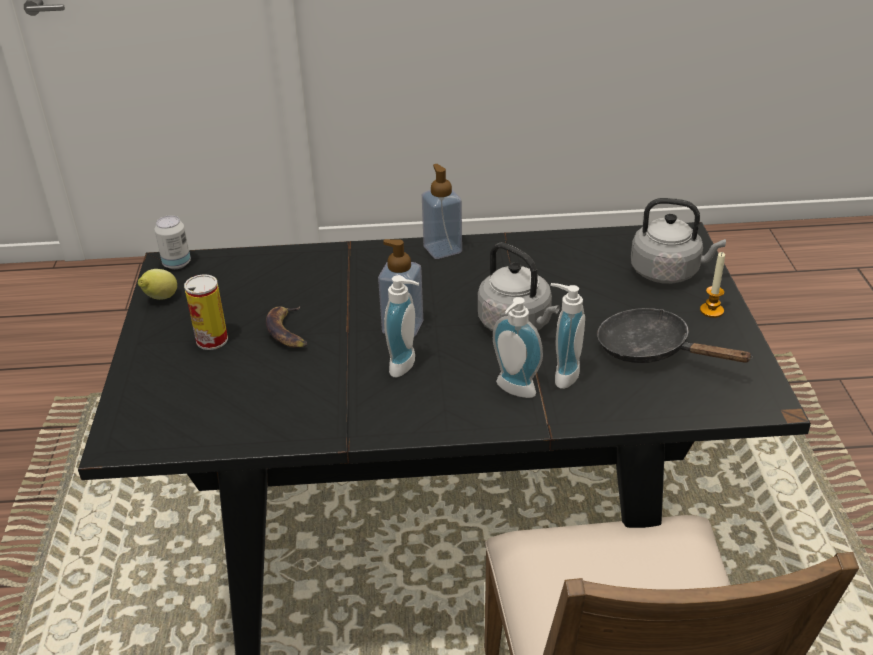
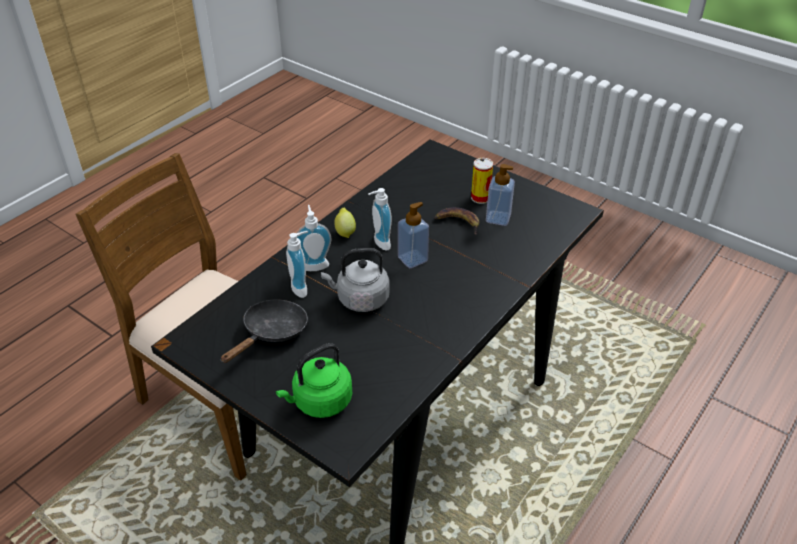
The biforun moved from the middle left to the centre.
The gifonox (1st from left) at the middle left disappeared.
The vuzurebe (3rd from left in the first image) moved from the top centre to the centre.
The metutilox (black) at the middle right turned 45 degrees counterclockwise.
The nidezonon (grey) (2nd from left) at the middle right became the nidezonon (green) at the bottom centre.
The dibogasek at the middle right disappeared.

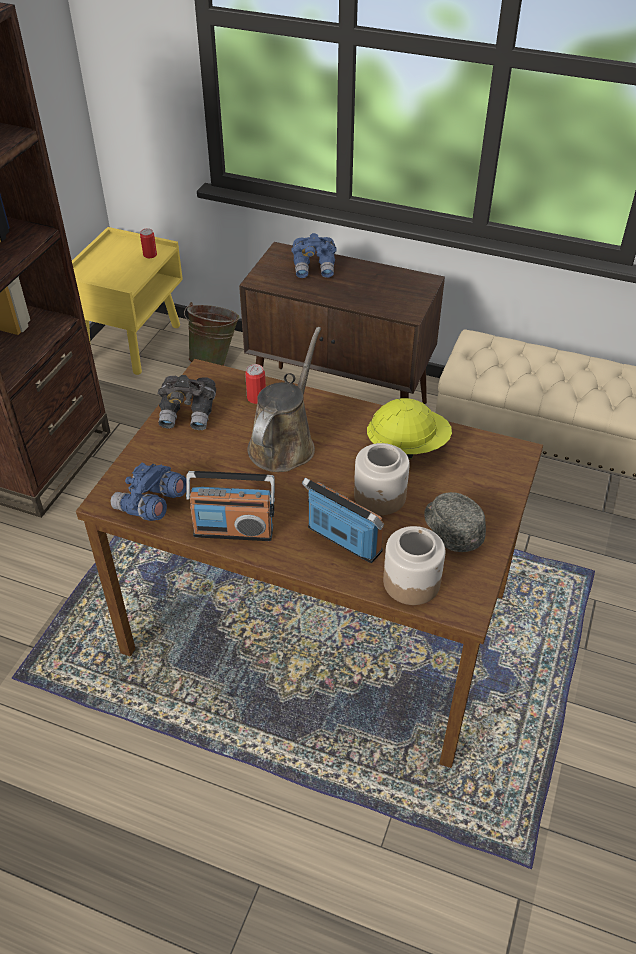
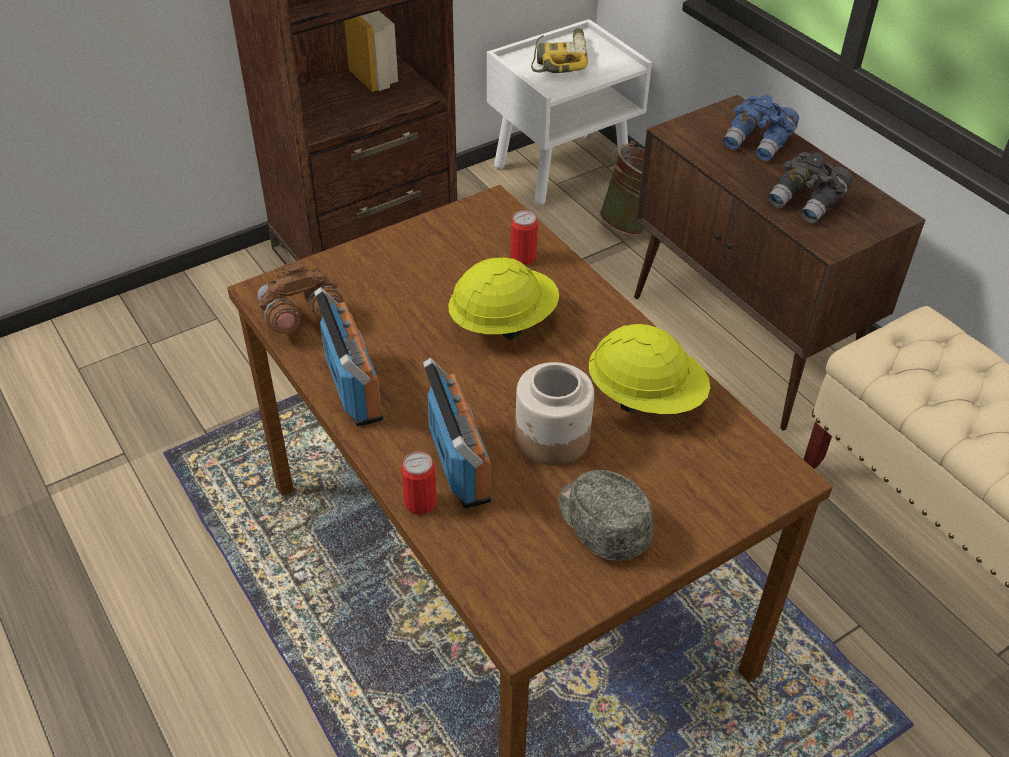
The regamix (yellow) at the top left became the regamix (white) at the top centre.
The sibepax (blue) (1st from left) at the middle left became the sibepax (brown) at the middle left.
The gifonox (1st from left) moved from the top left to the centre.
The sibepax (grey) moved from the middle left to the top right.
The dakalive (1st from left) at the centre turned 150 degrees counterclockwise.
The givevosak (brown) at the centre was replaced by the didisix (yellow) (1st from left) at the centre.
The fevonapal (2nd from left) at the centre disappeared.
The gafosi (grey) at the middle right turned 45 degrees counterclockwise.
The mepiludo at the top centre appeared.

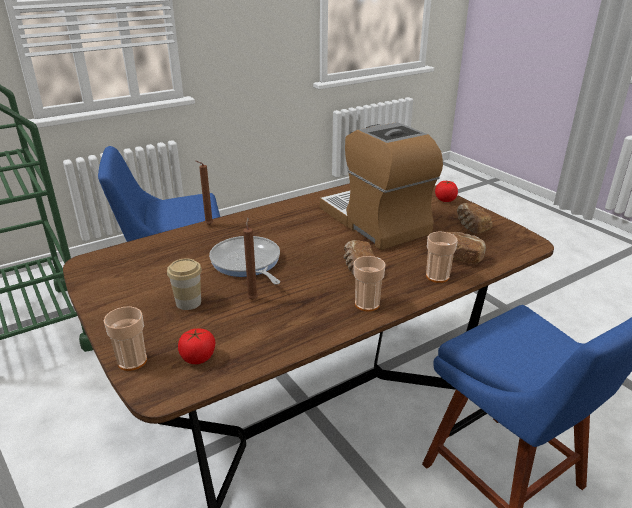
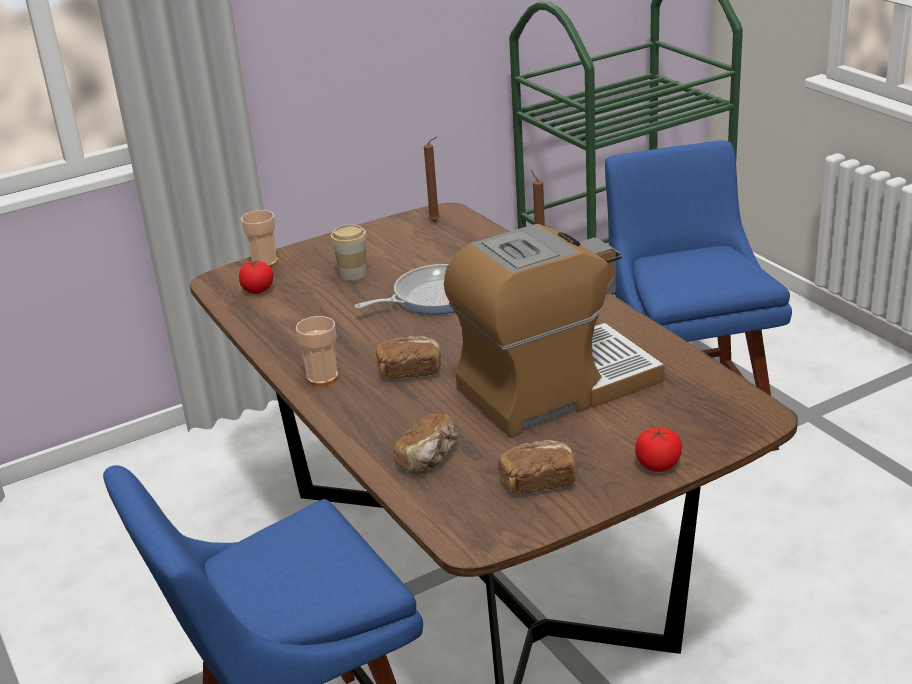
The dibogasek (brown) (2nd from left in the first image) moved from the centre to the top centre.
The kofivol (4th from left) at the middle right disappeared.

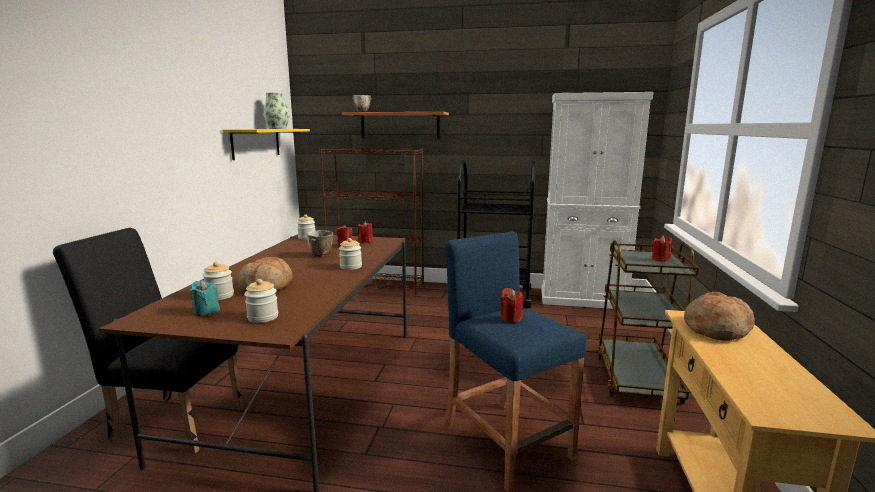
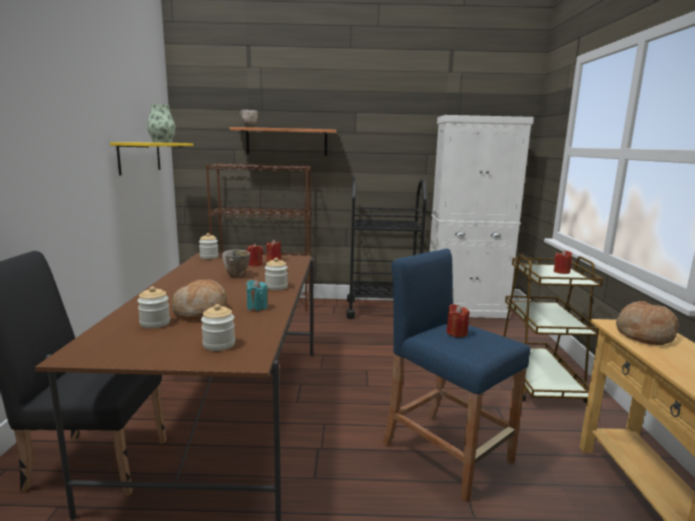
The dibogasek (turquoise) moved from the middle left to the centre.

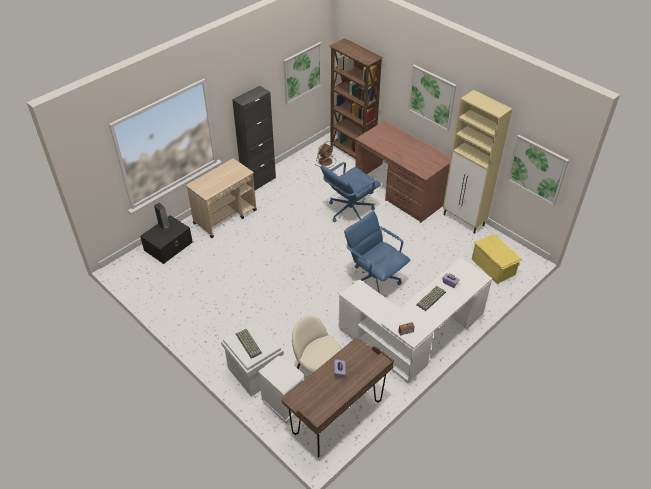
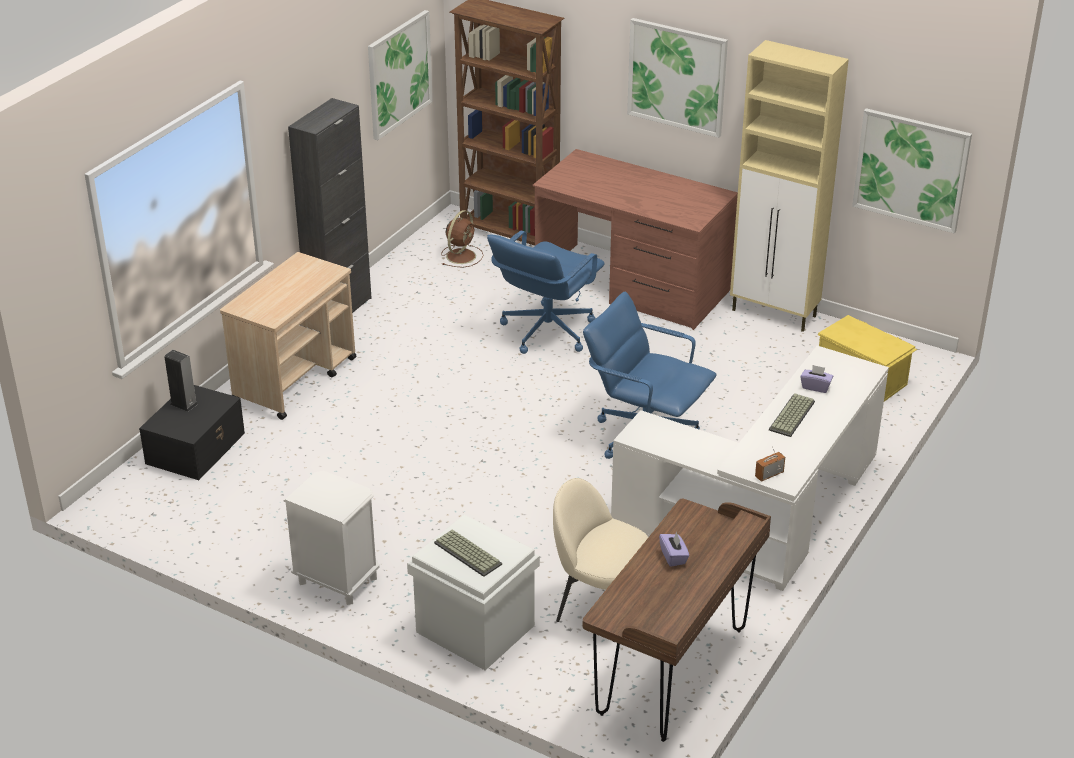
The regamix (white) moved from the bottom centre to the bottom left.

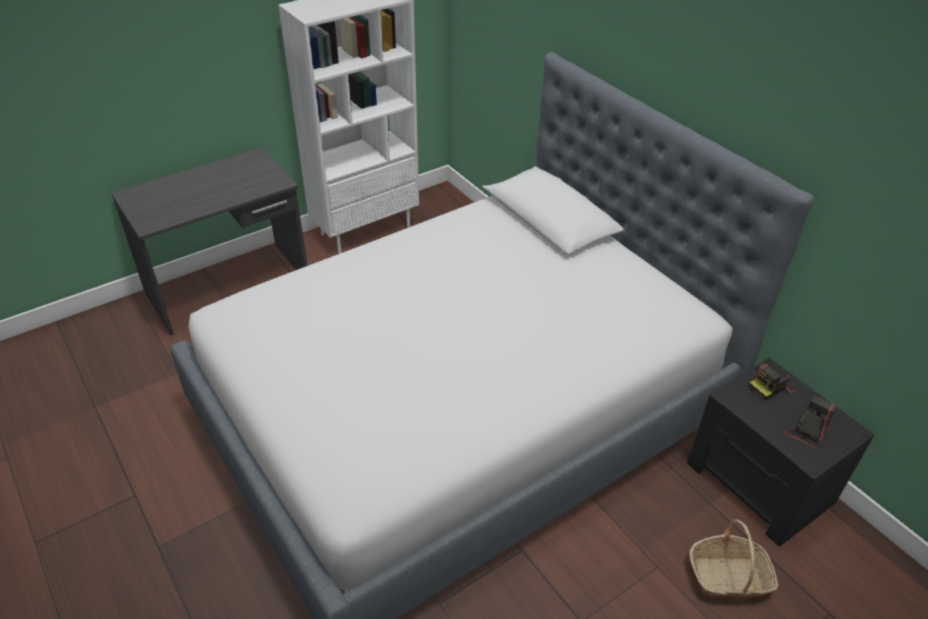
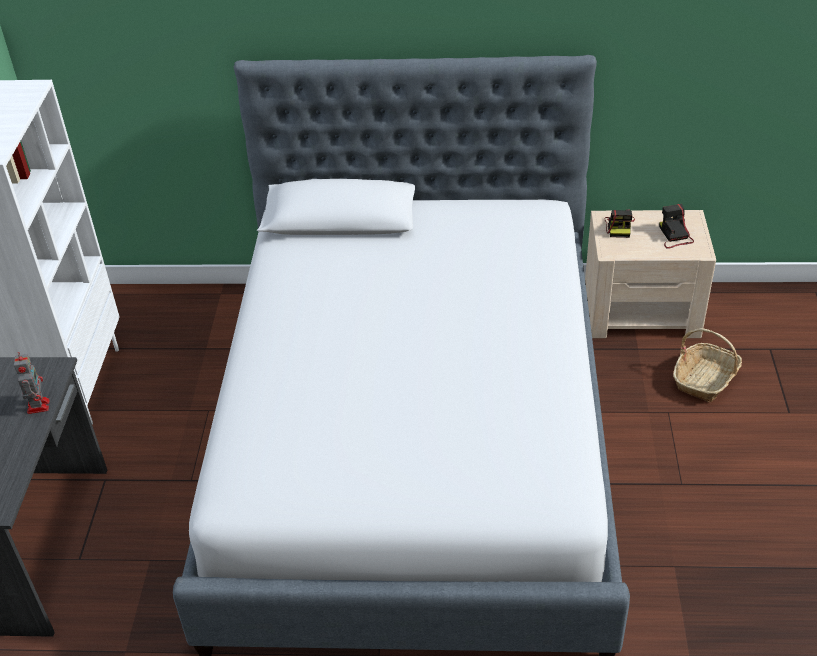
The regamix (black) at the bottom right became the regamix (beige) at the middle right.
The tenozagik at the middle left appeared.

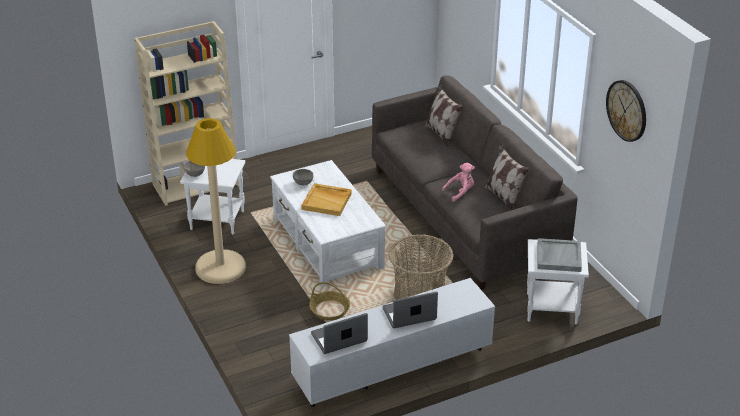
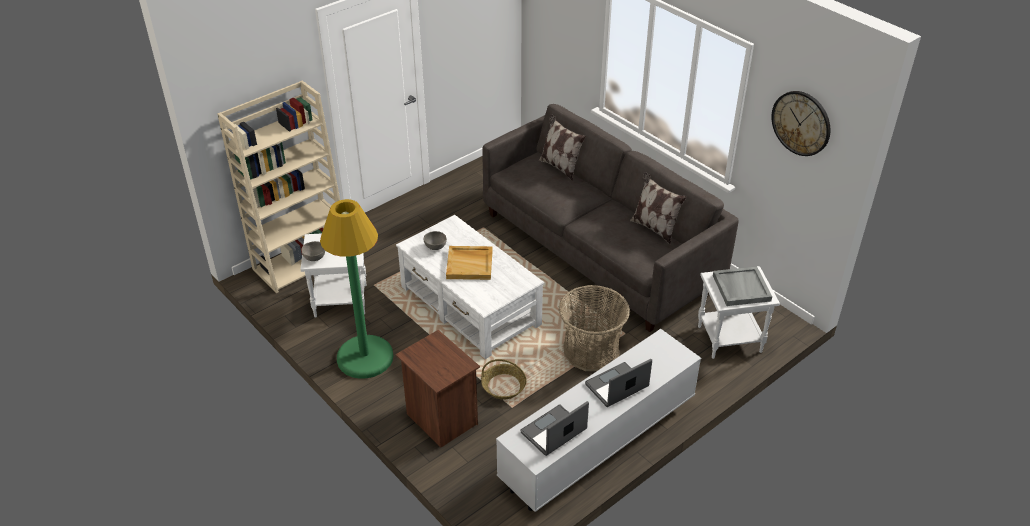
The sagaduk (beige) at the middle left became the sagaduk (green) at the centre.
The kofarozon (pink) at the centre disappeared.
The regamix (brown) at the bottom centre appeared.

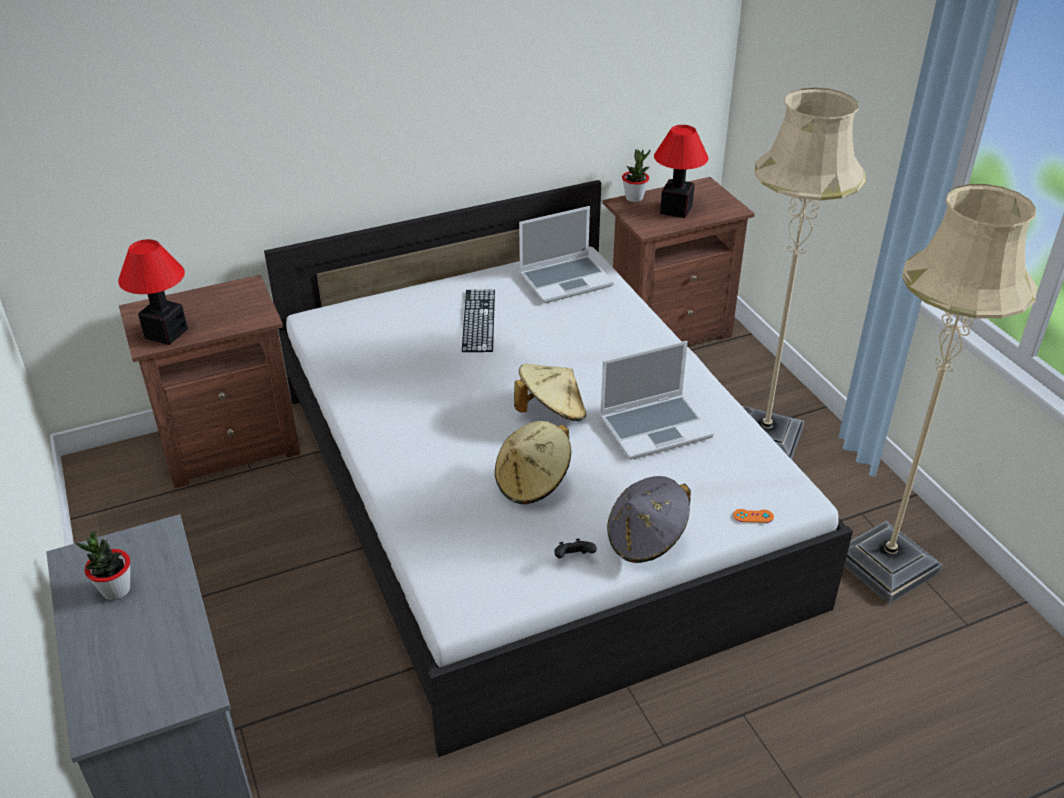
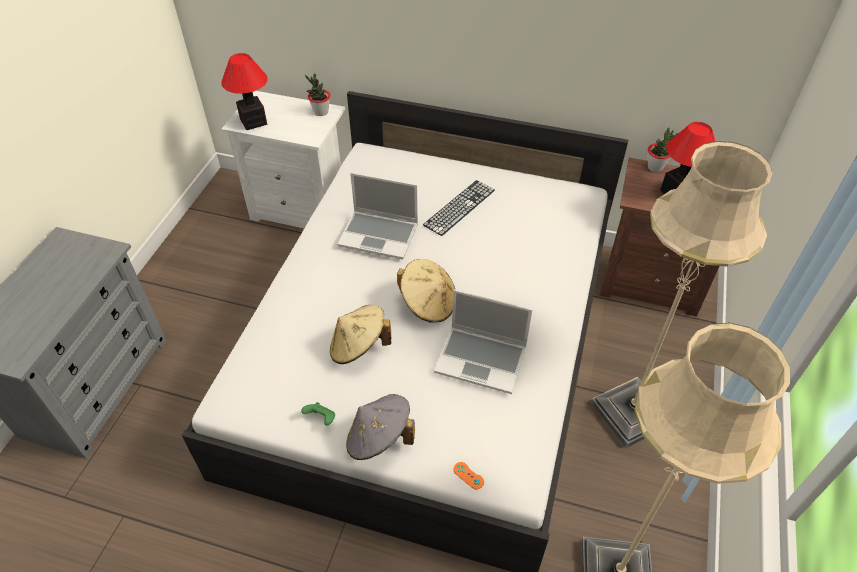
The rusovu (1st from left) moved from the bottom left to the top centre.
The regamix (brown) (1st from left) at the middle left became the regamix (white) at the top left.
The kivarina (1st from left) moved from the top centre to the centre.
The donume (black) at the bottom centre became the donume (green) at the bottom centre.

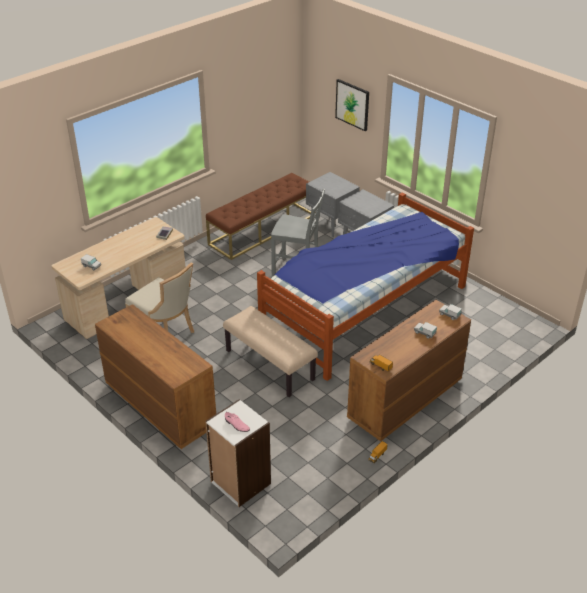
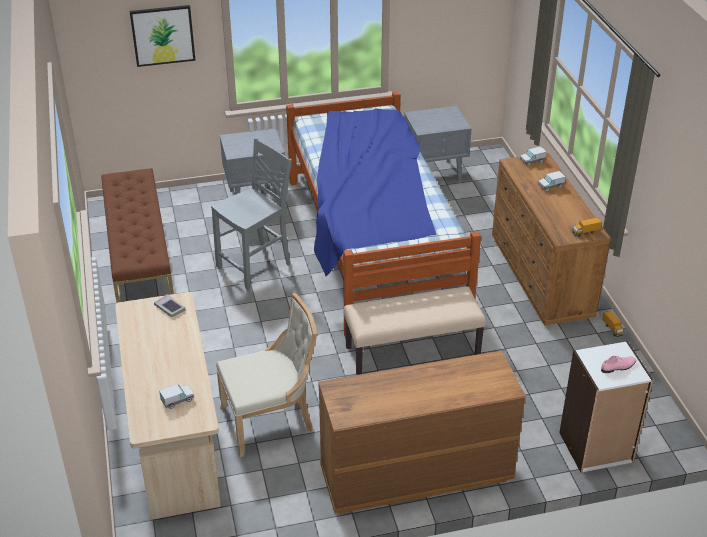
The regamix (grey) (1st from left in the first image) moved from the centre to the top centre.

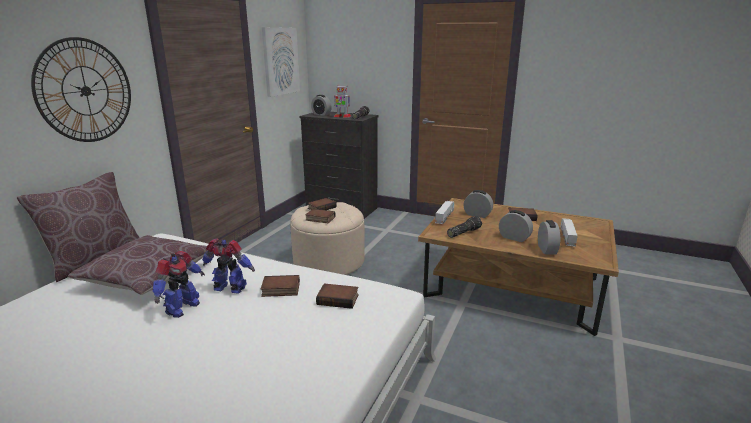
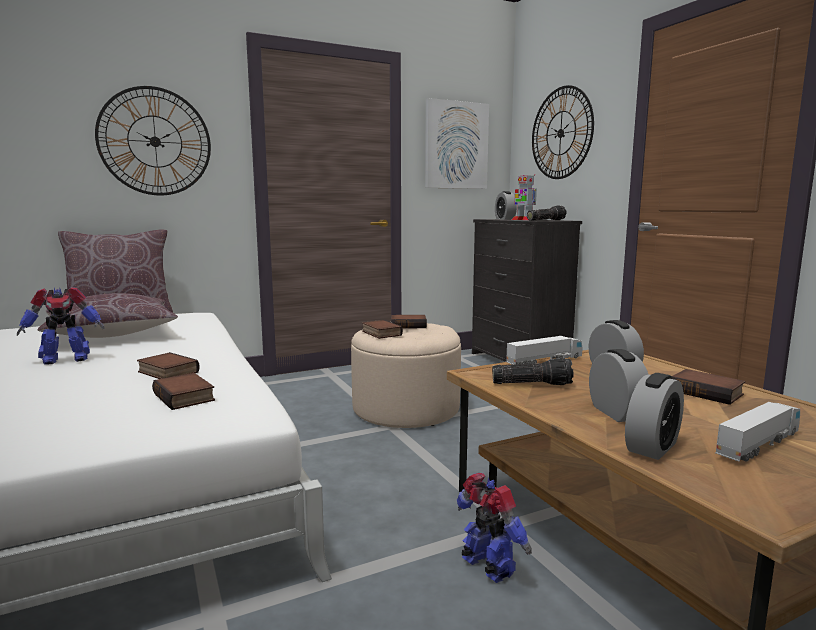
The tenozagik (2nd from left) moved from the middle left to the bottom centre.
The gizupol (2nd from left) at the top right appeared.

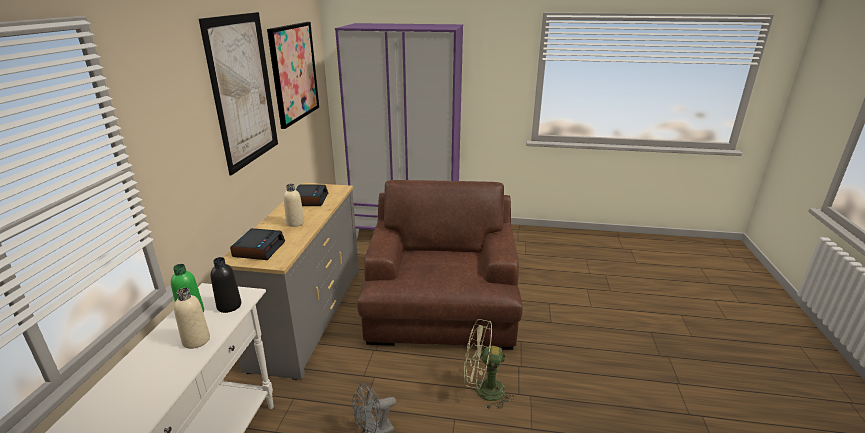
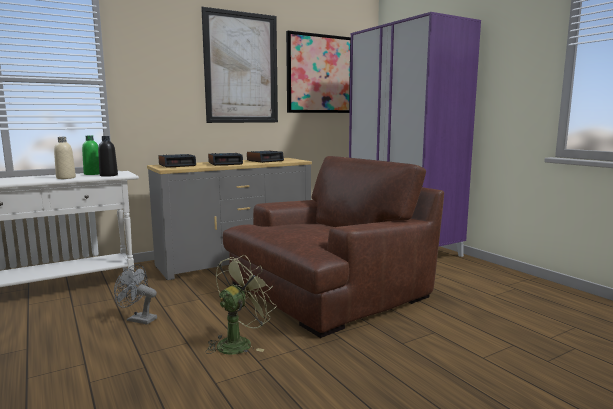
The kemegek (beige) (2nd from left) at the centre was replaced by the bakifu (2nd from left) at the centre.
The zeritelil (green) at the bottom centre turned 75 degrees clockwise.

